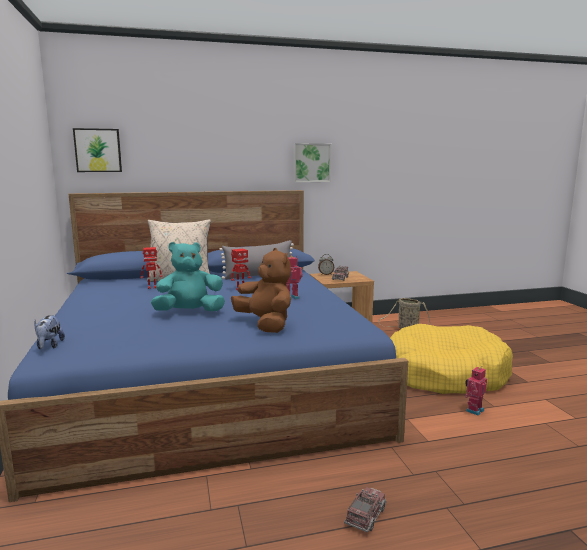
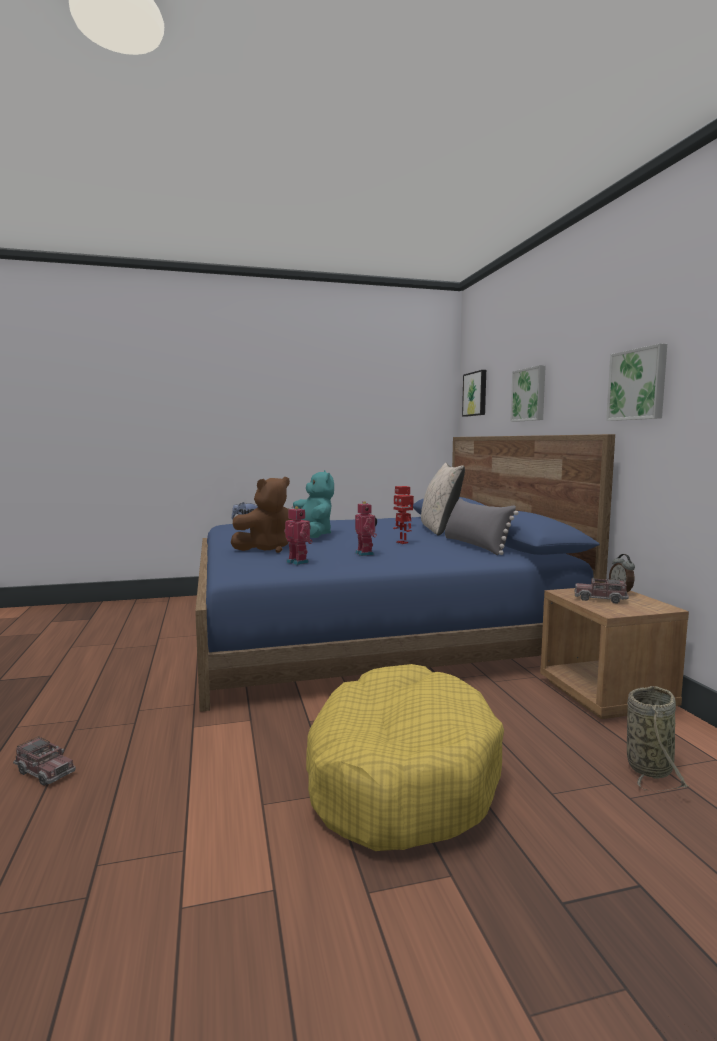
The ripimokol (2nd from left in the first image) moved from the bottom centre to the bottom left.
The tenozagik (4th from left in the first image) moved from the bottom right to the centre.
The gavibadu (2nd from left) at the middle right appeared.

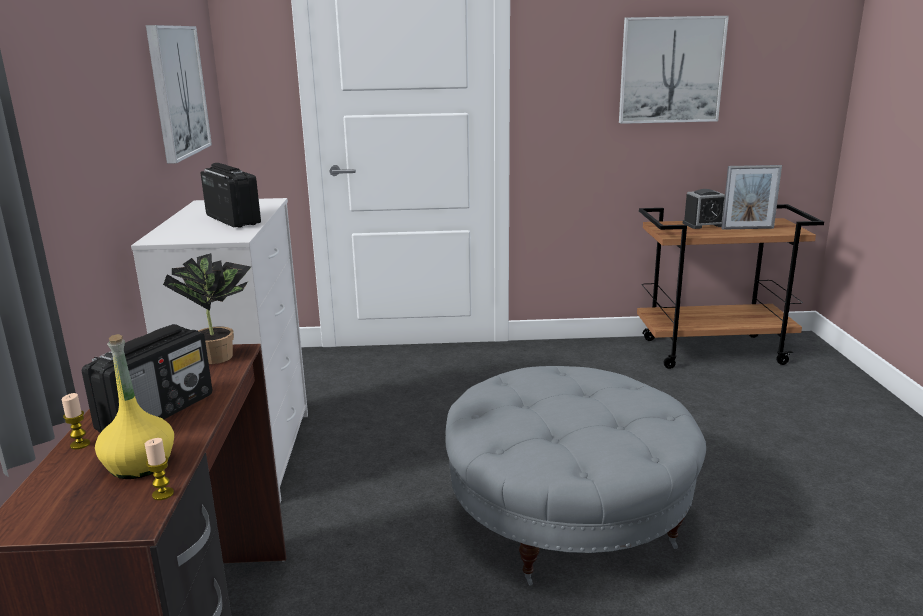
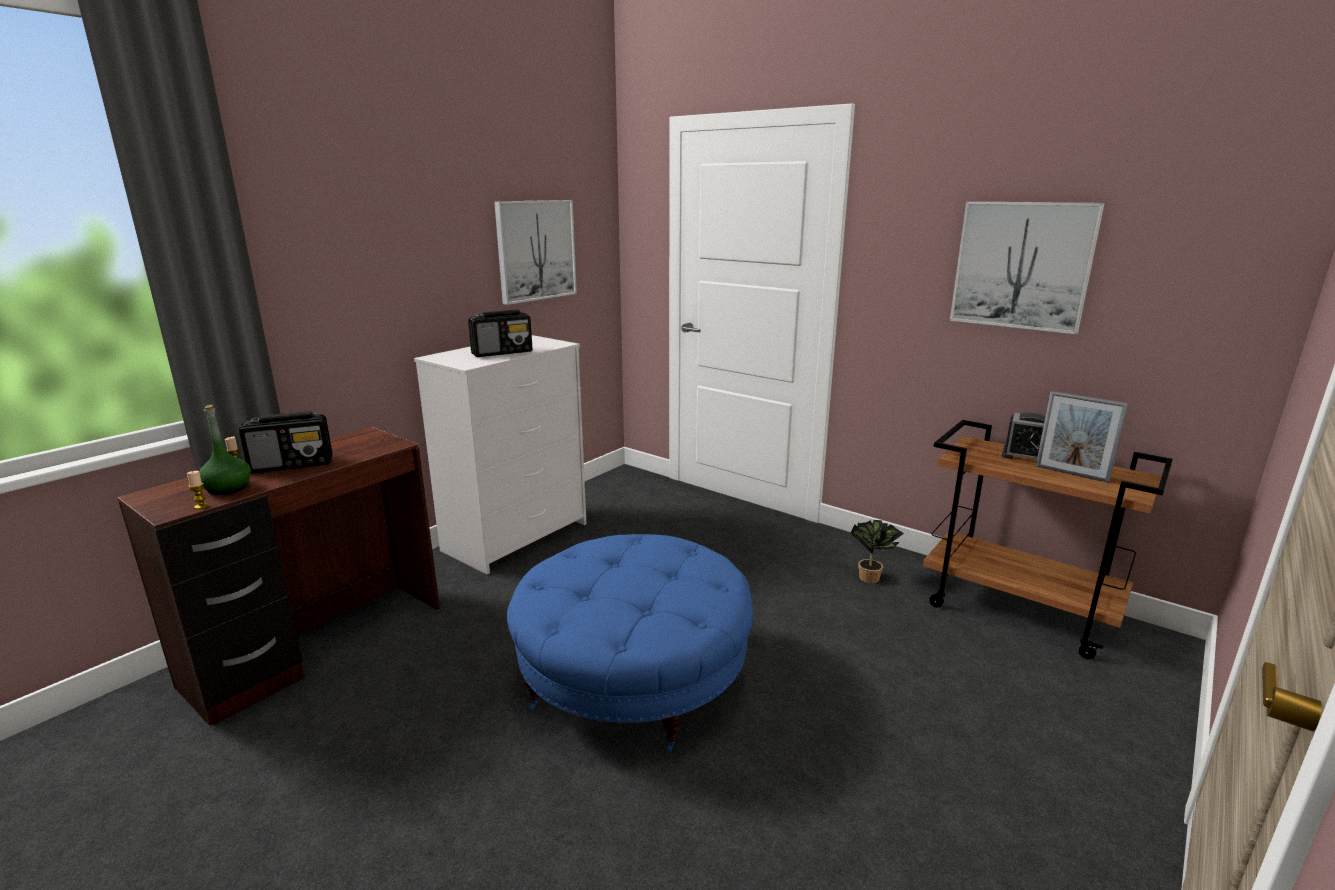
The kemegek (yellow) at the middle left became the kemegek (green) at the middle left.
The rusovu moved from the middle left to the centre.
The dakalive (2nd from left) at the top left turned 60 degrees clockwise.
The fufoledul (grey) at the bottom centre became the fufoledul (blue) at the bottom centre.

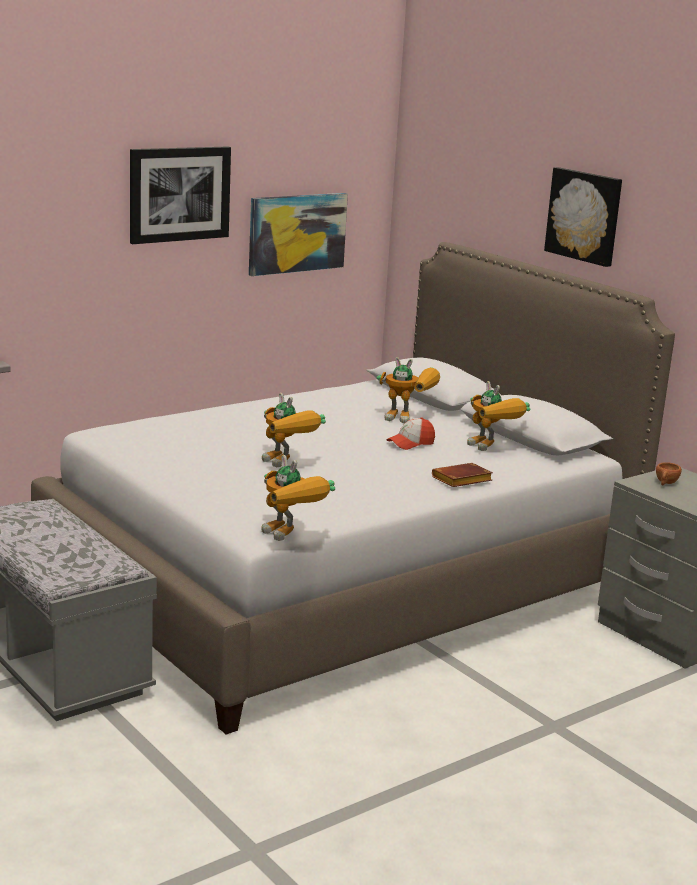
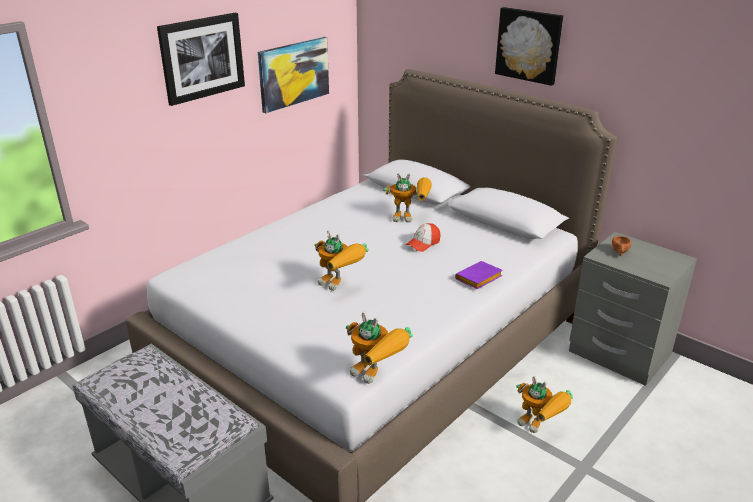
The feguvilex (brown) at the centre became the feguvilex (purple) at the centre.
The tenozagik (4th from left) moved from the middle right to the bottom right.

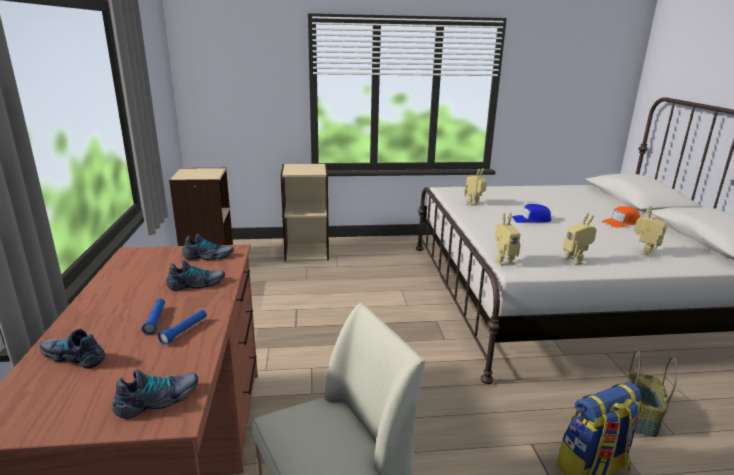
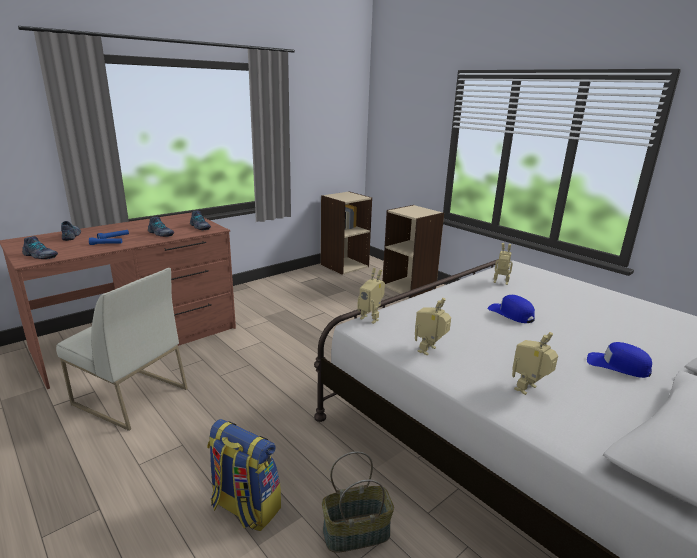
The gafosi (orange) at the middle right became the gafosi (blue) (2nd from left) at the middle right.
The tenozagik (4th from left) at the middle right turned 135 degrees clockwise.

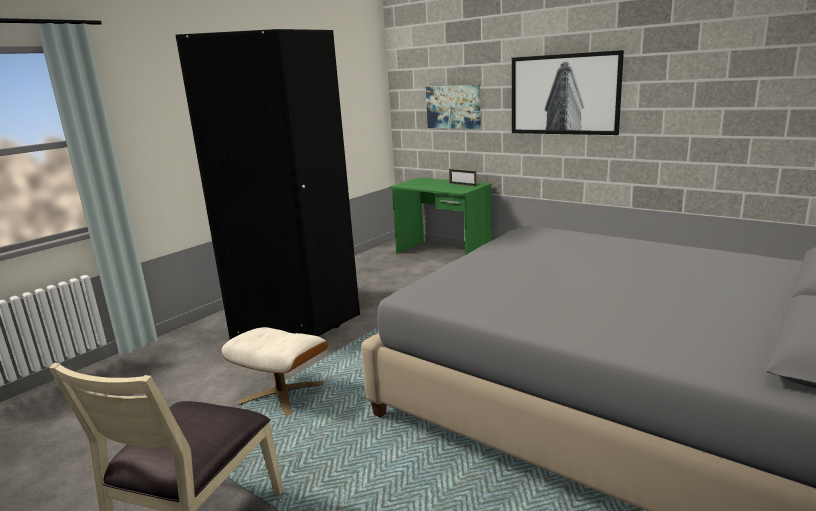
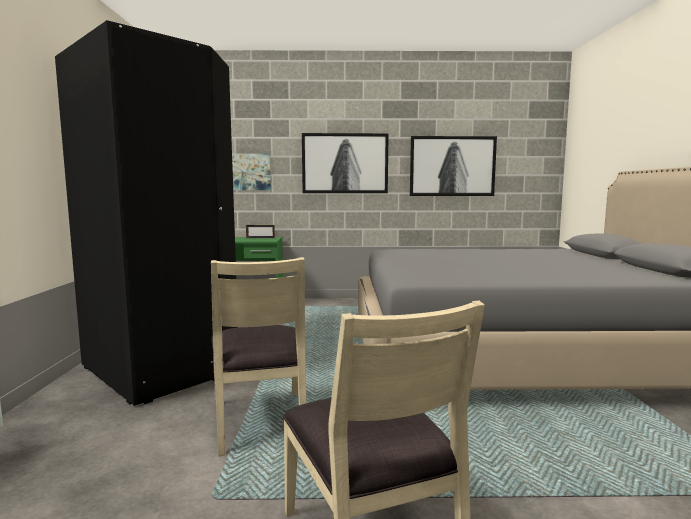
The fufoledul (beige) at the bottom centre was replaced by the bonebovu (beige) (1st from left) at the bottom centre.
The gavibadu (3rd from left) at the top centre appeared.

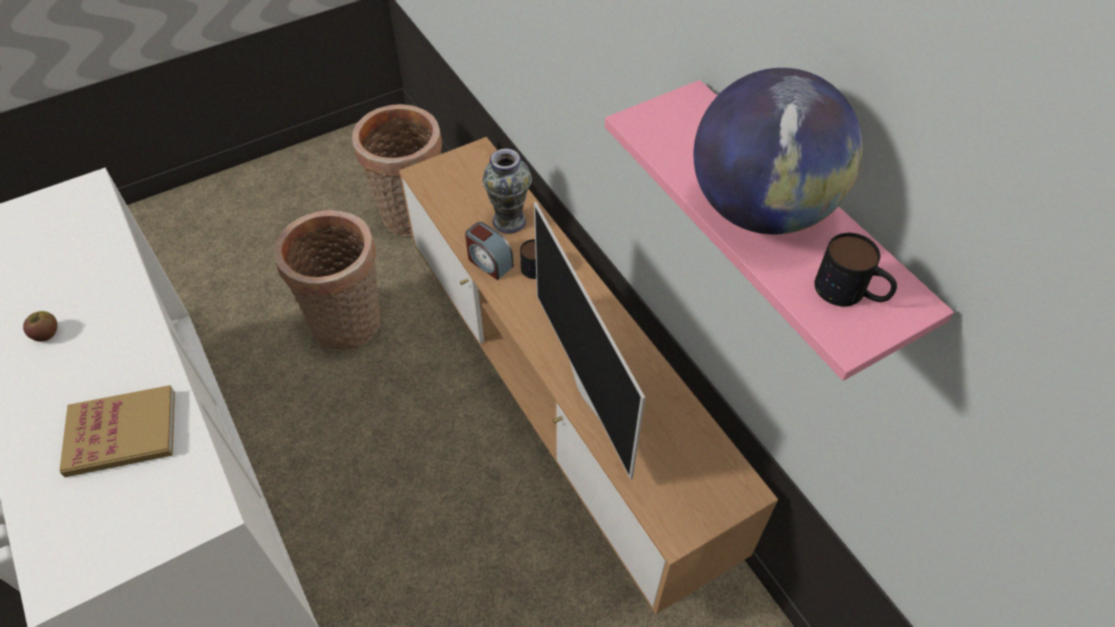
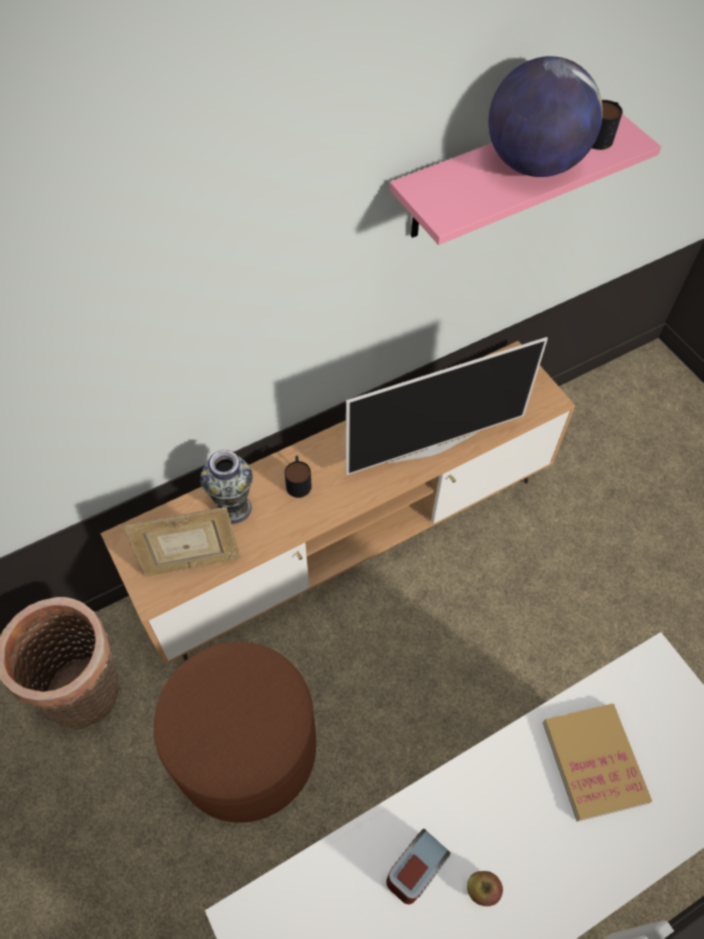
The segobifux (1st from left) at the middle left was replaced by the fufoledul (brown) at the bottom centre.
The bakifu moved from the centre to the bottom centre.
The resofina at the middle left appeared.

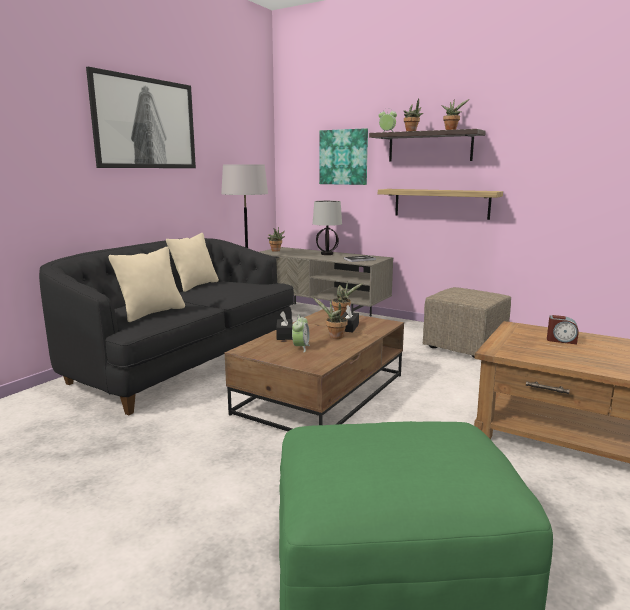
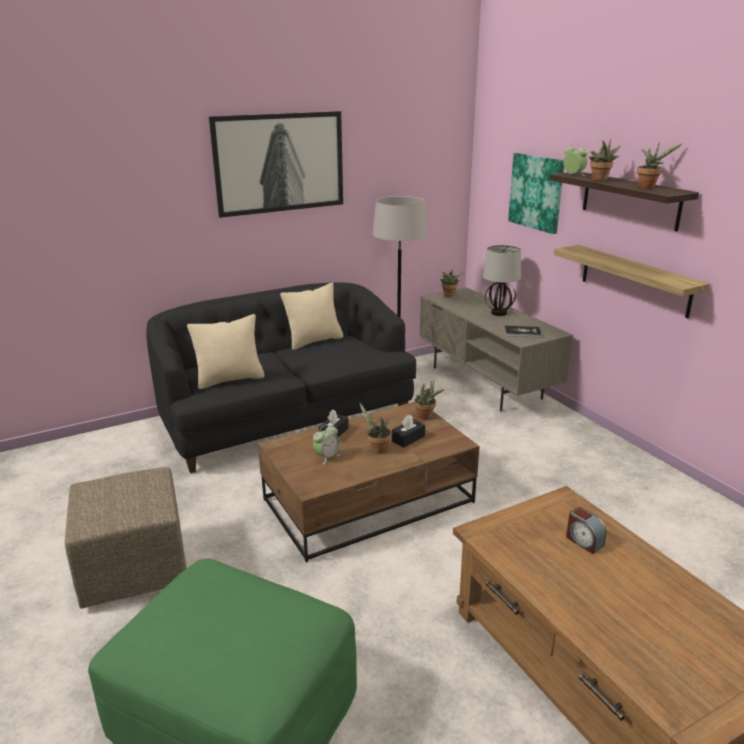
The fufoledul (beige) moved from the middle right to the bottom left.

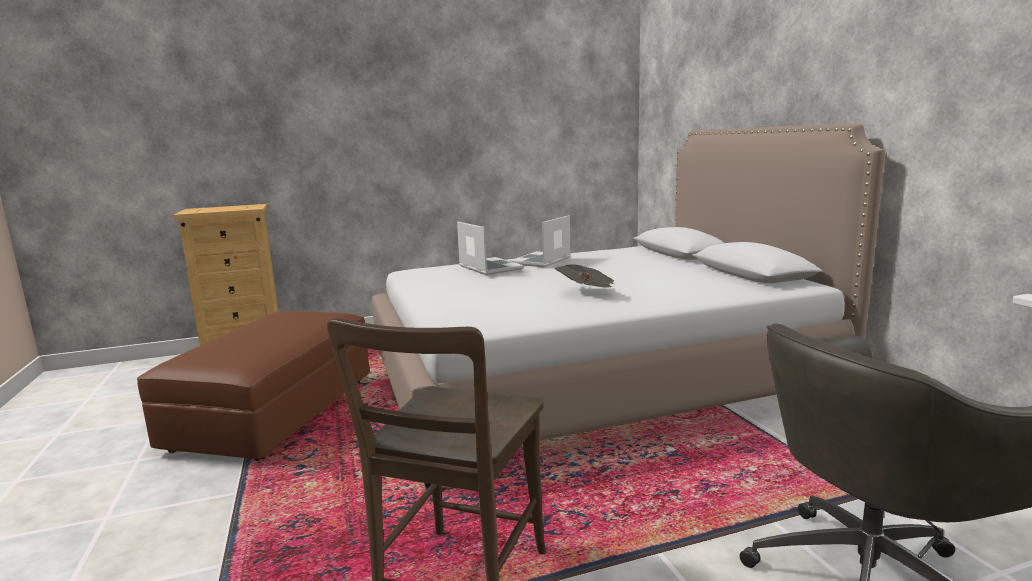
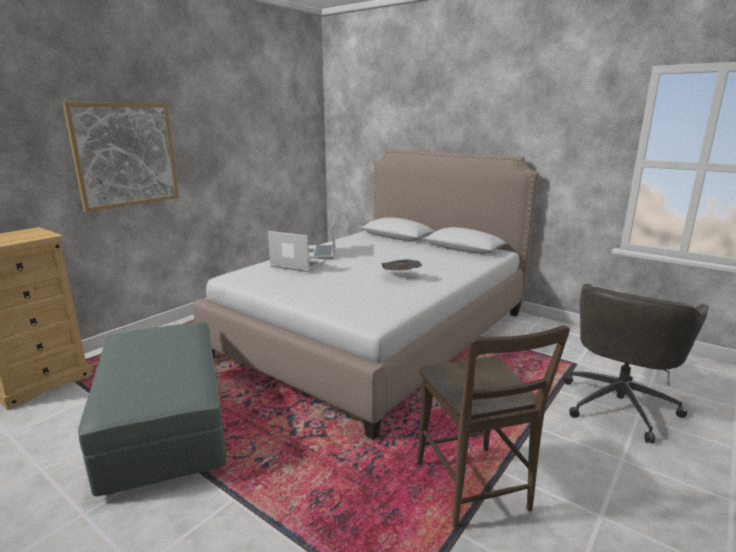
The fufoledul (brown) at the middle left became the fufoledul (grey) at the bottom left.
The gavibadu at the top left appeared.

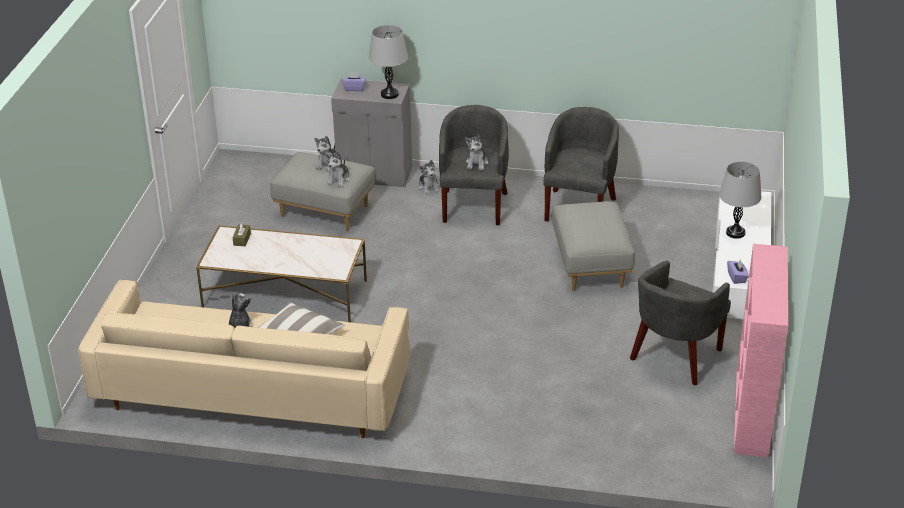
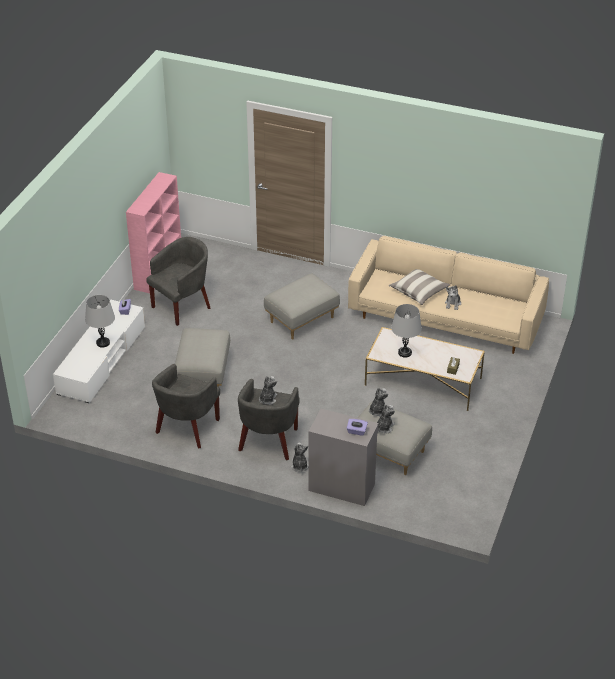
The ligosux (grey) (1st from left in the first image) moved from the top centre to the centre.
The fufoledul (grey) (2nd from left) at the centre appeared.

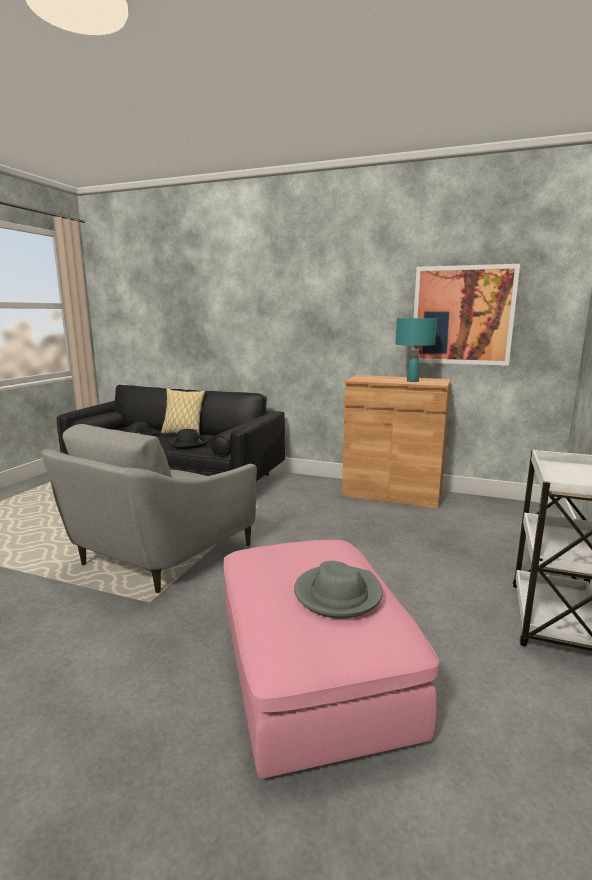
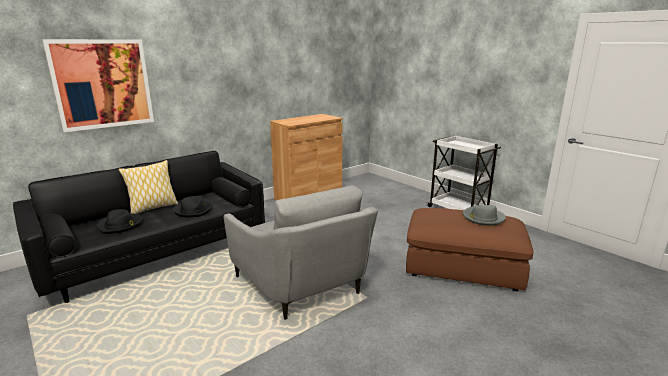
The fufoledul (pink) at the bottom centre became the fufoledul (brown) at the middle right.
The ligosux (turquoise) at the middle right disappeared.
The gavibadu moved from the middle right to the top left.

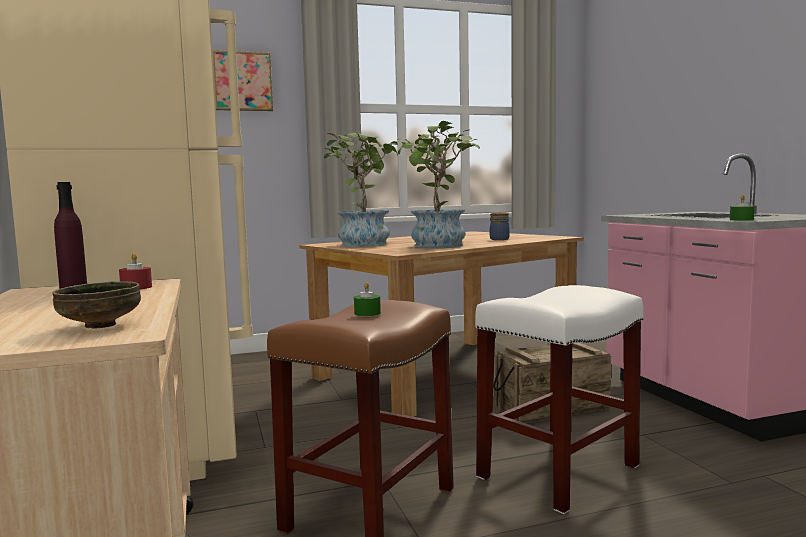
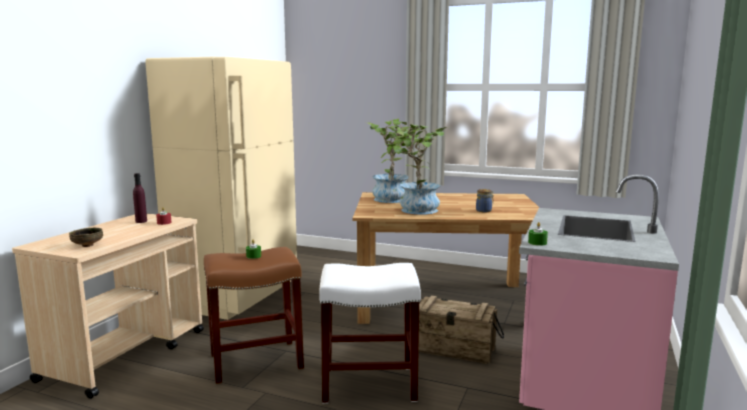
The gavibadu at the top left disappeared.

